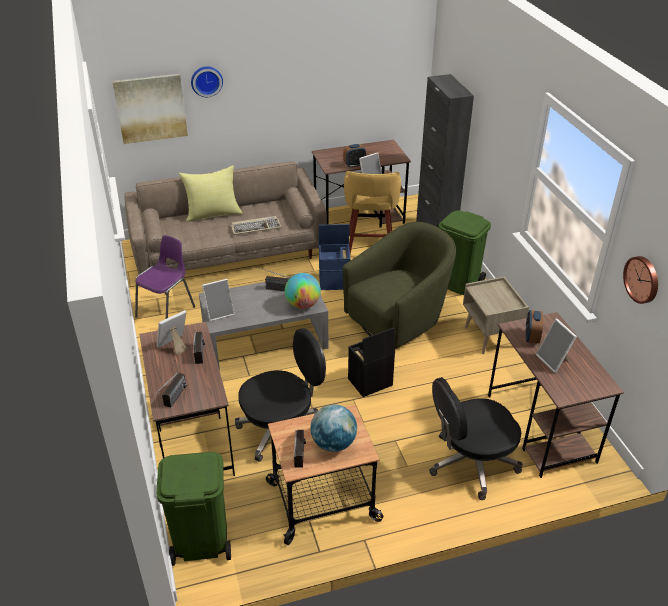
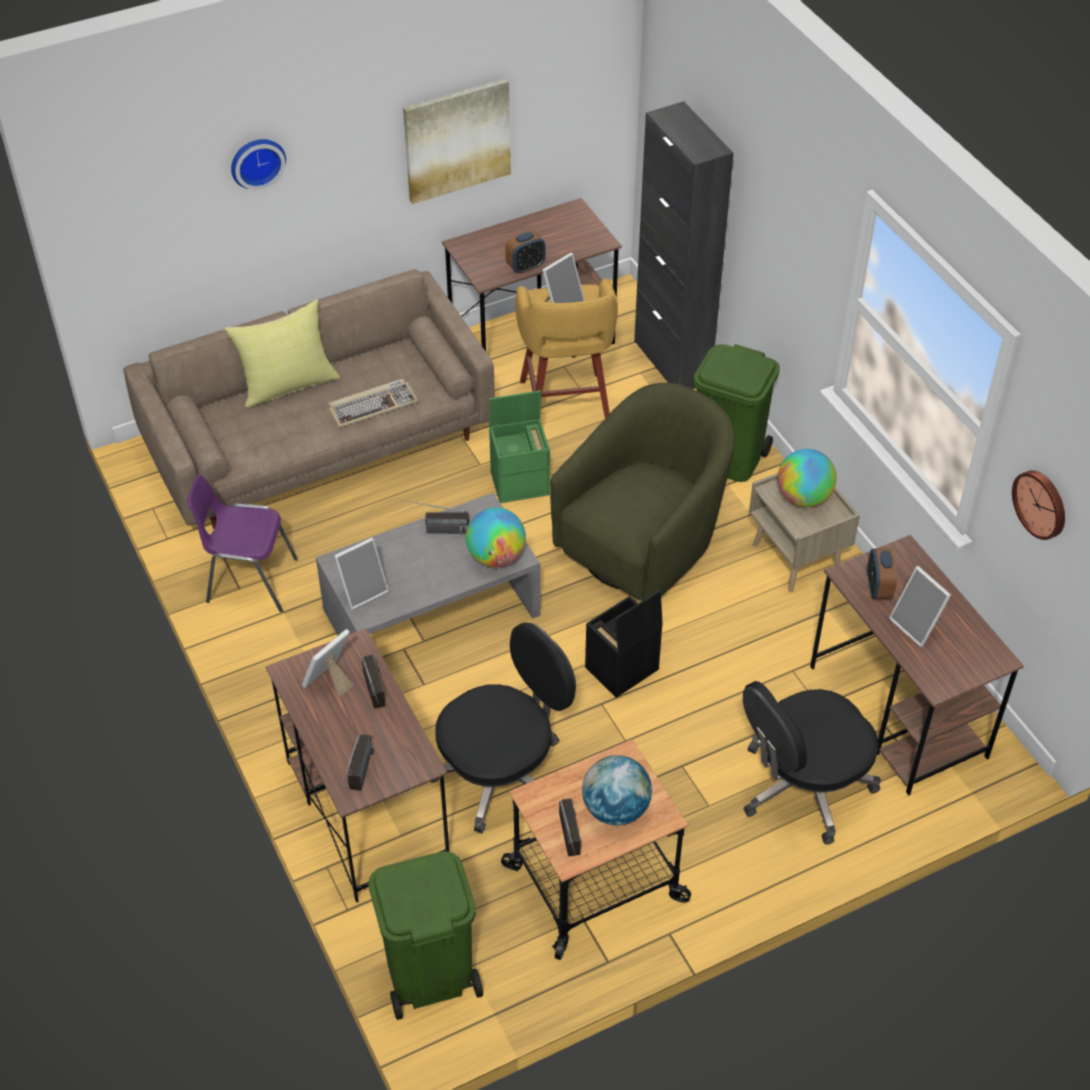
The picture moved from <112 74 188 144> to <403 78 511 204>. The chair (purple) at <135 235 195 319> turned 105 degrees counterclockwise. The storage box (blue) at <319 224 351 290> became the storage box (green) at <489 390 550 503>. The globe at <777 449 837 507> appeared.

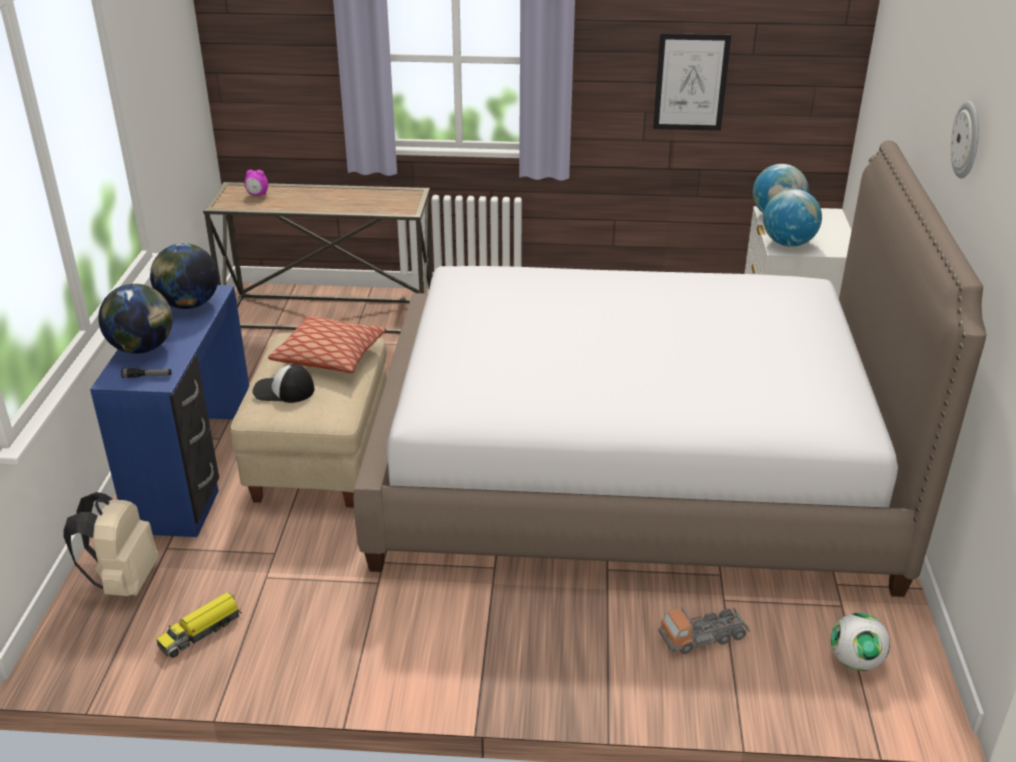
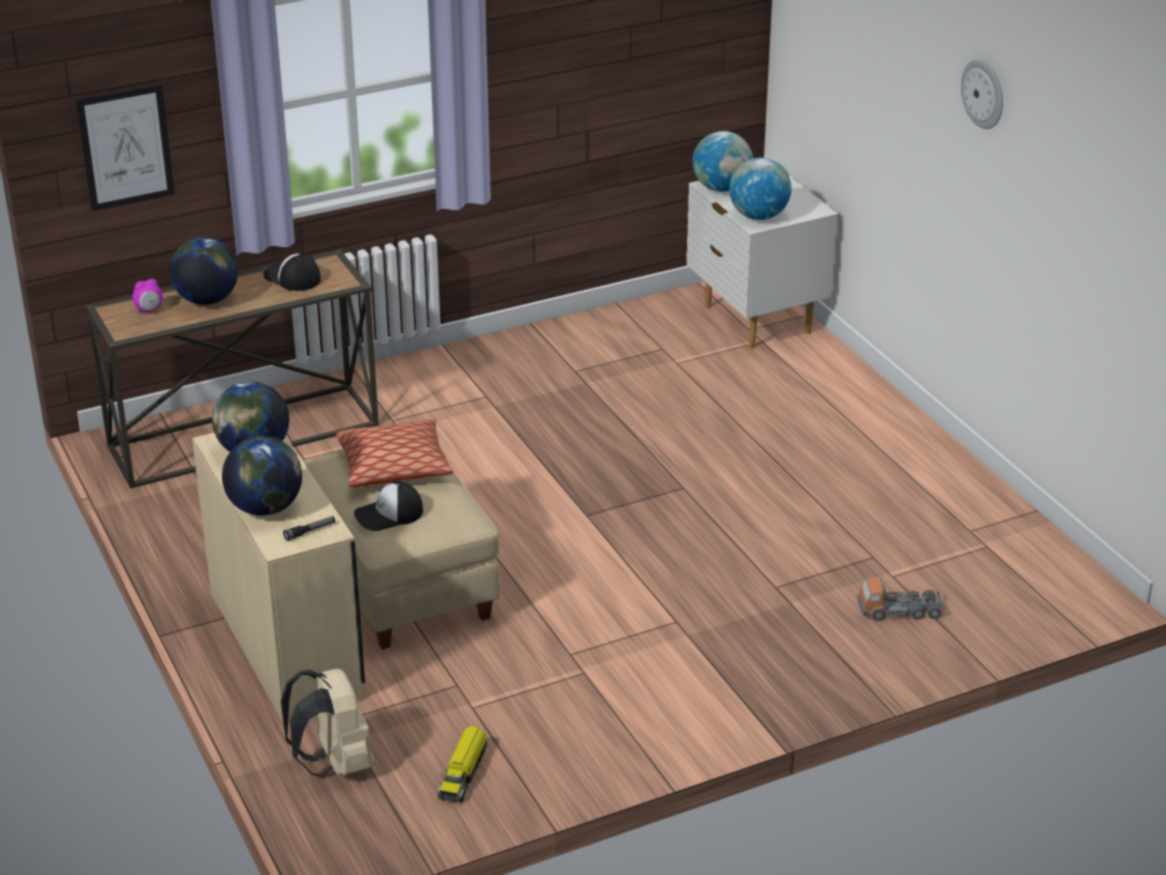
The desk (blue) at <90 285 249 538> became the desk (beige) at <192 433 365 724>. The bed at <353 140 986 597> disappeared. The picture moved from <653 33 731 131> to <76 84 175 211>. The toy truck at <658 606 750 654> turned 45 degrees clockwise. The football at <831 613 890 671> disappeared. The globe at <170 237 238 305> appeared. The cap at <263 253 321 291> appeared.

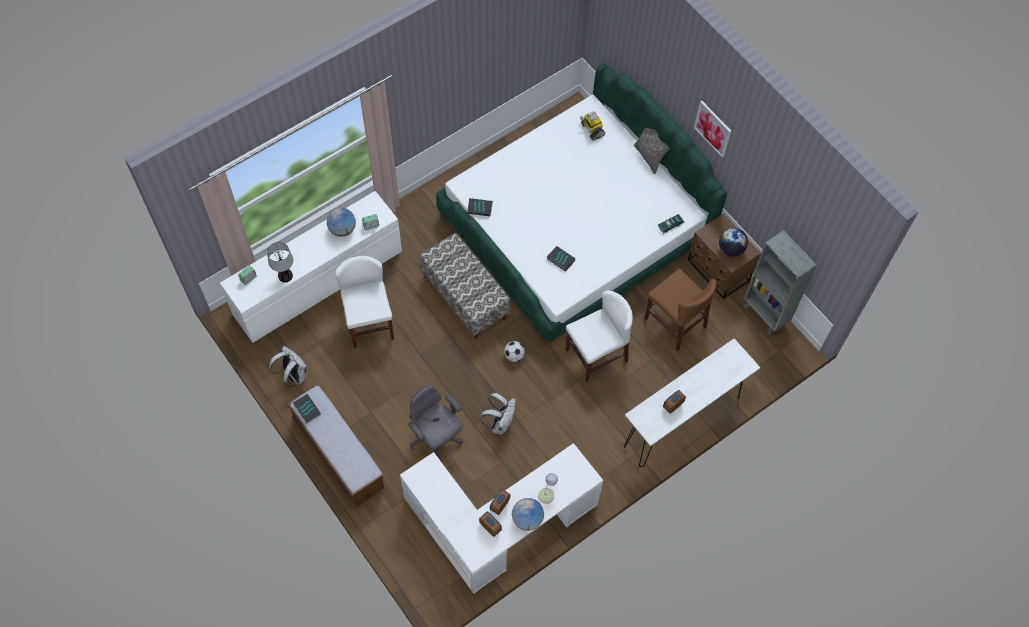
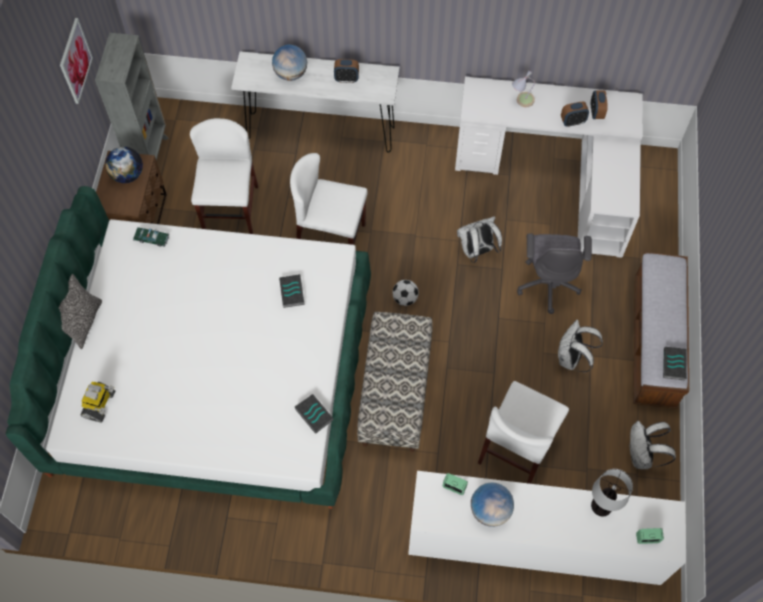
The globe moved from <512 498 544 531> to <272 45 307 81>. The chair (brown) at <645 269 717 351> became the chair (white) at <190 118 258 234>. The picture moved from <694 101 731 158> to <60 18 93 104>. The backpack (white) at <558 320 603 372> appeared.

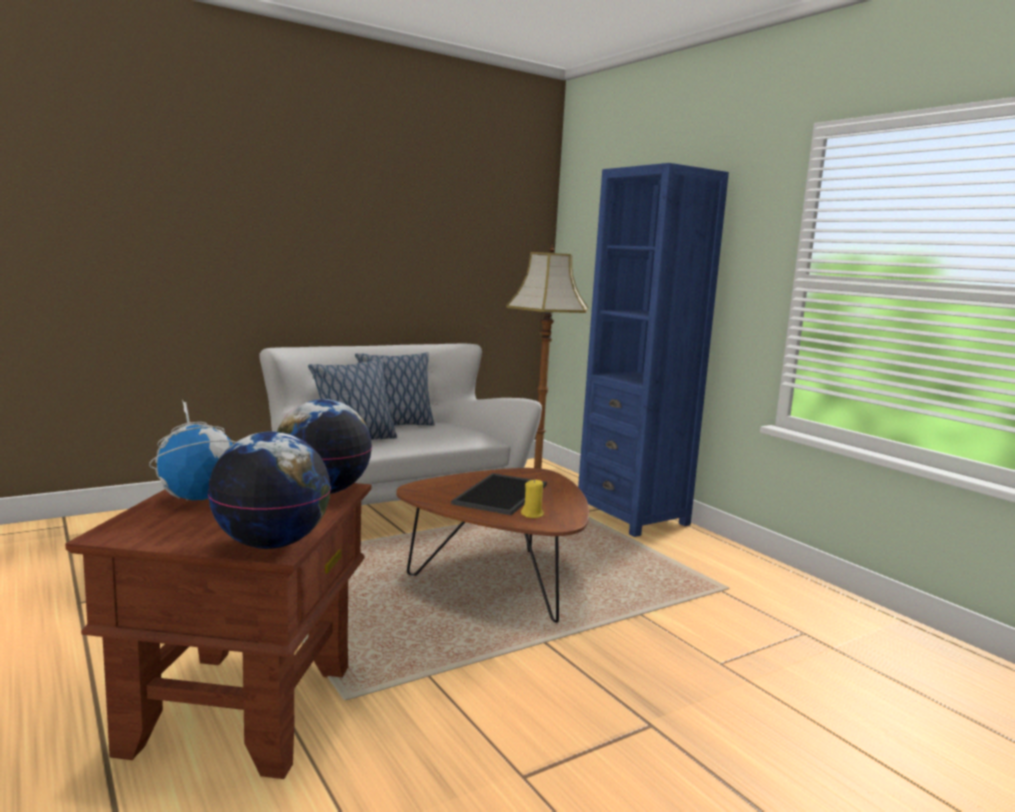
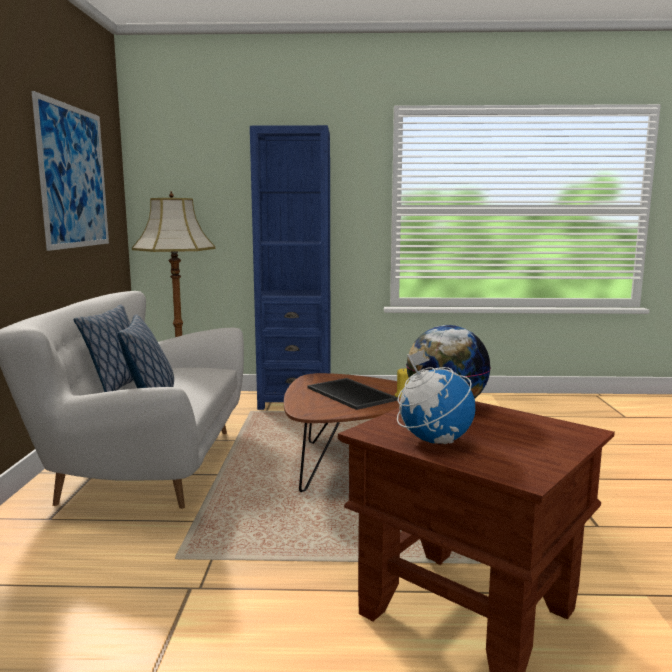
The globe at <208 431 331 549> disappeared. The picture at <32 91 109 251> appeared.

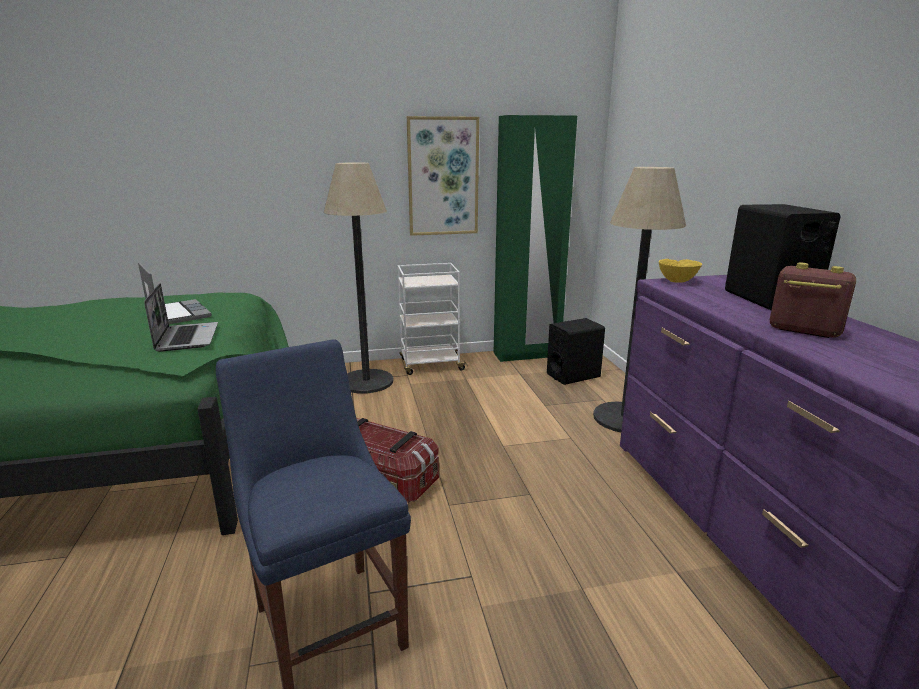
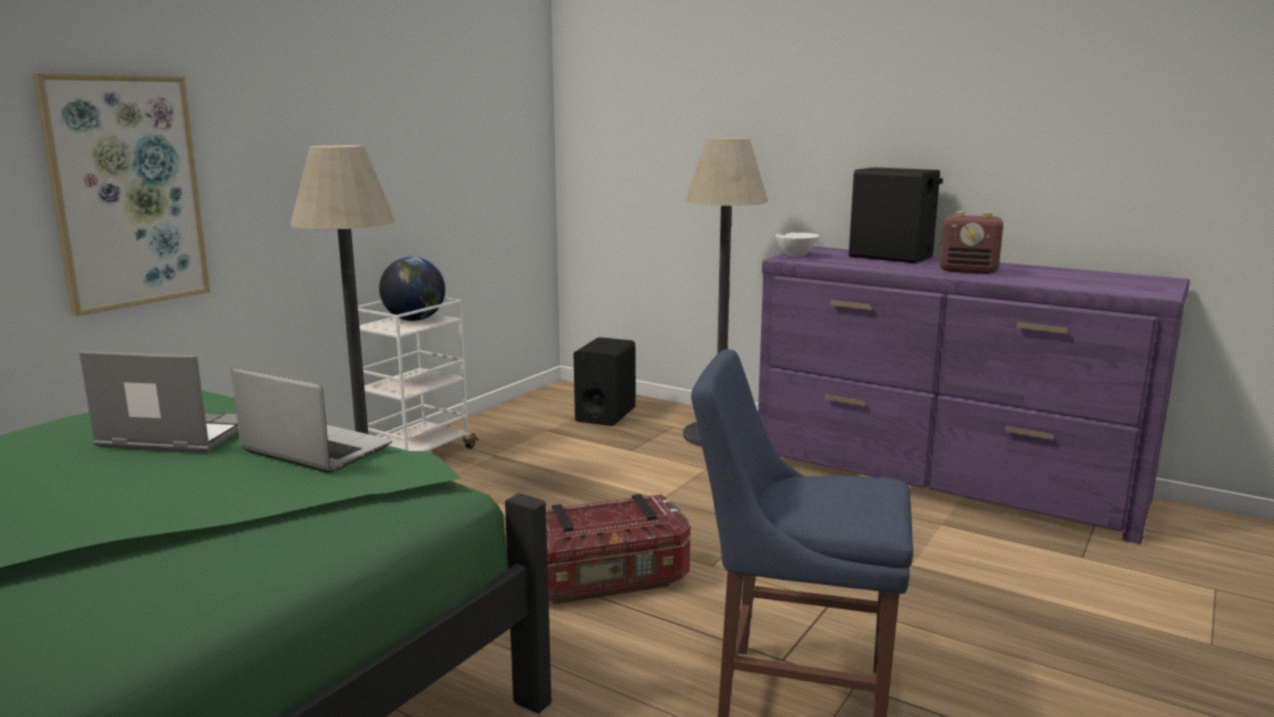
The picture moved from <407 116 479 236> to <33 73 210 316>. The wardrobe (green) at <494 115 577 362> disappeared. The bowl (yellow) at <659 259 702 283> became the bowl (white) at <775 233 819 257>. The radio at <770 263 856 338> turned 150 degrees counterclockwise. The globe at <379 257 445 321> appeared.

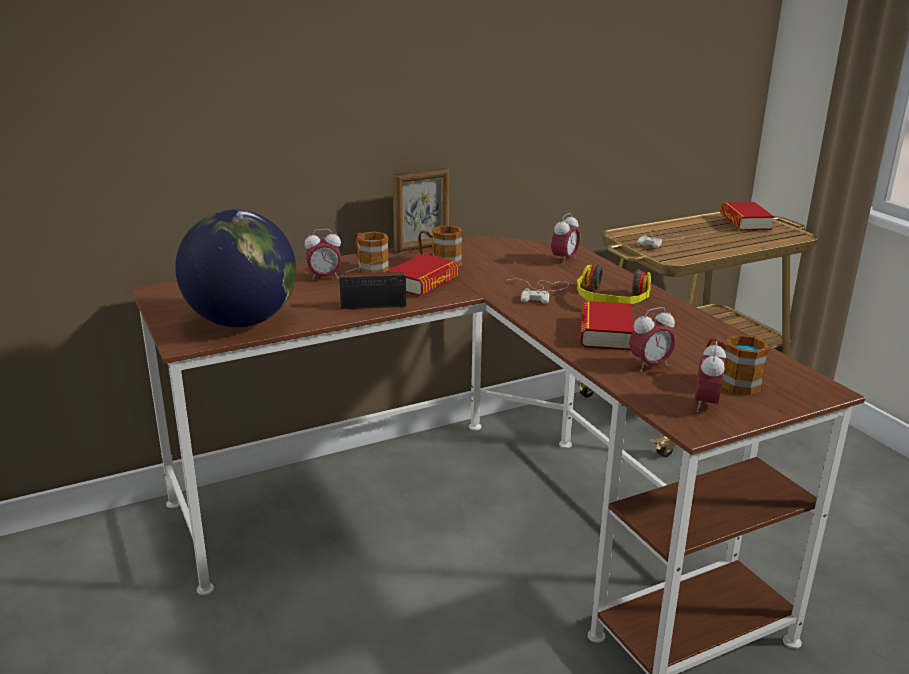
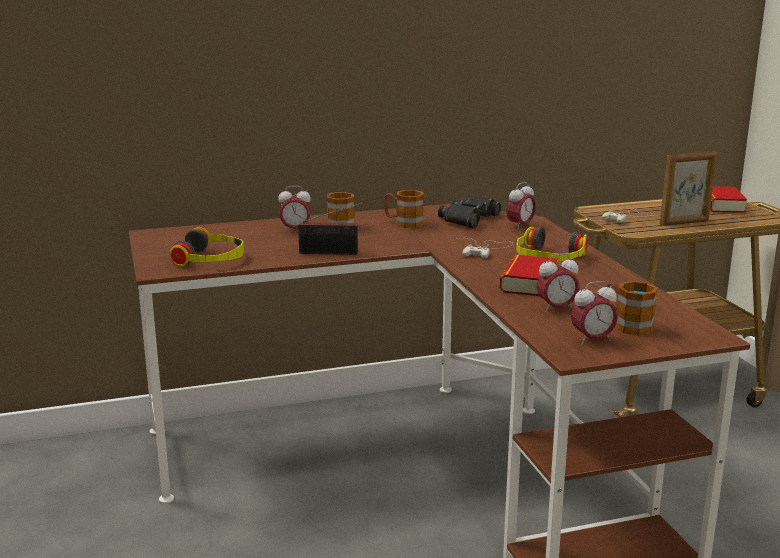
The globe at <175 210 296 327> was replaced by the headphones at <169 227 244 267>. The book at <386 254 459 296> disappeared. The picture frame moved from <393 168 449 252> to <660 151 717 226>. The alarm clock at <695 341 726 412> turned 135 degrees counterclockwise. The binoculars (black) at <438 195 501 228> appeared.

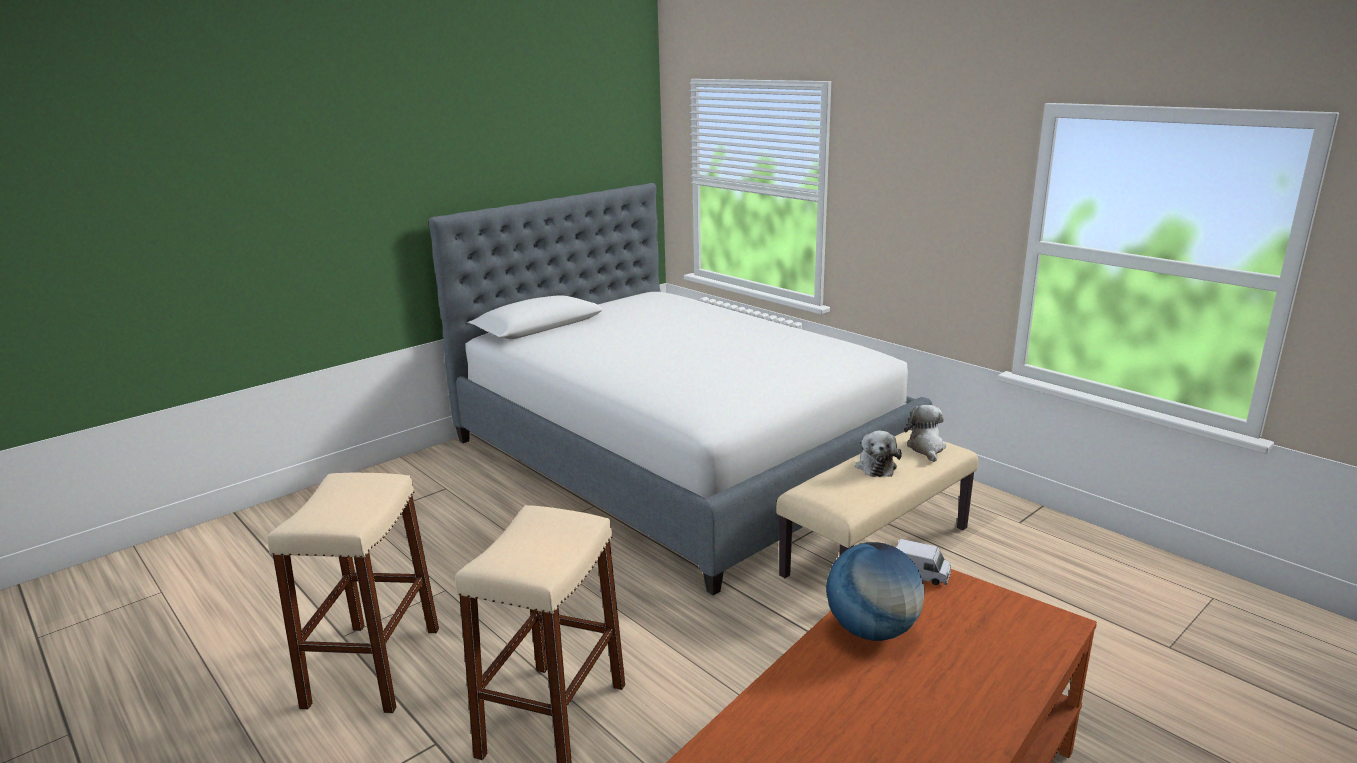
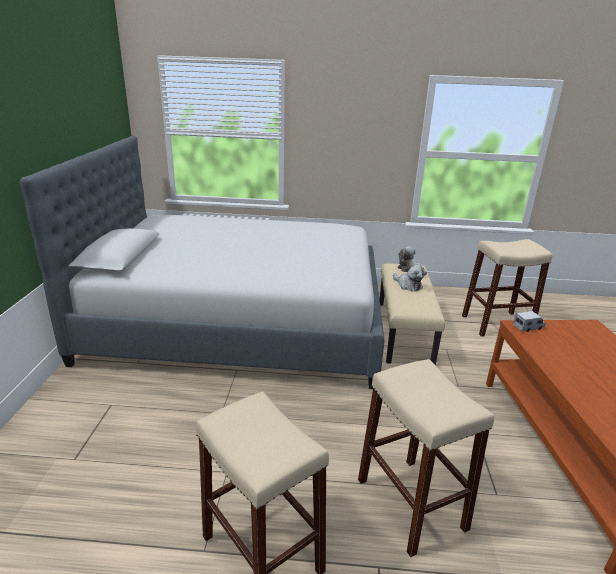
The globe at <826 542 925 641> disappeared. The stool (beige) at <462 239 553 337> appeared.

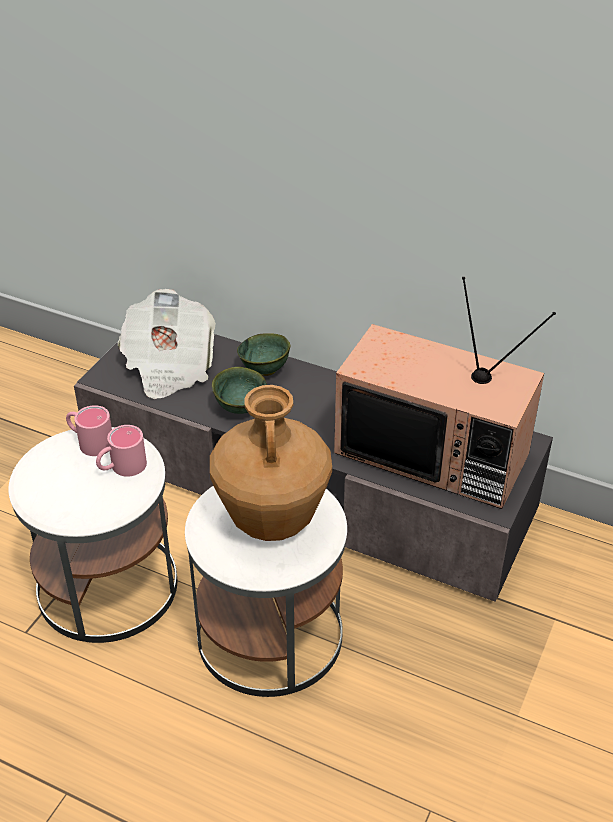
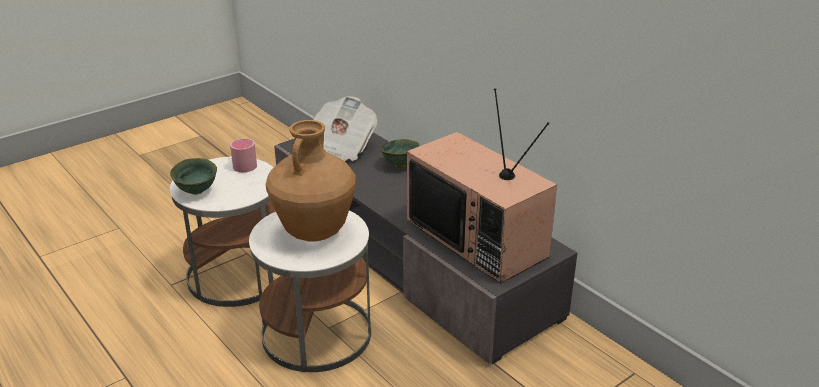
The mug (pink) at <96 425 147 477> disappeared. The bowl (green) moved from <212 367 267 414> to <170 158 217 195>.

